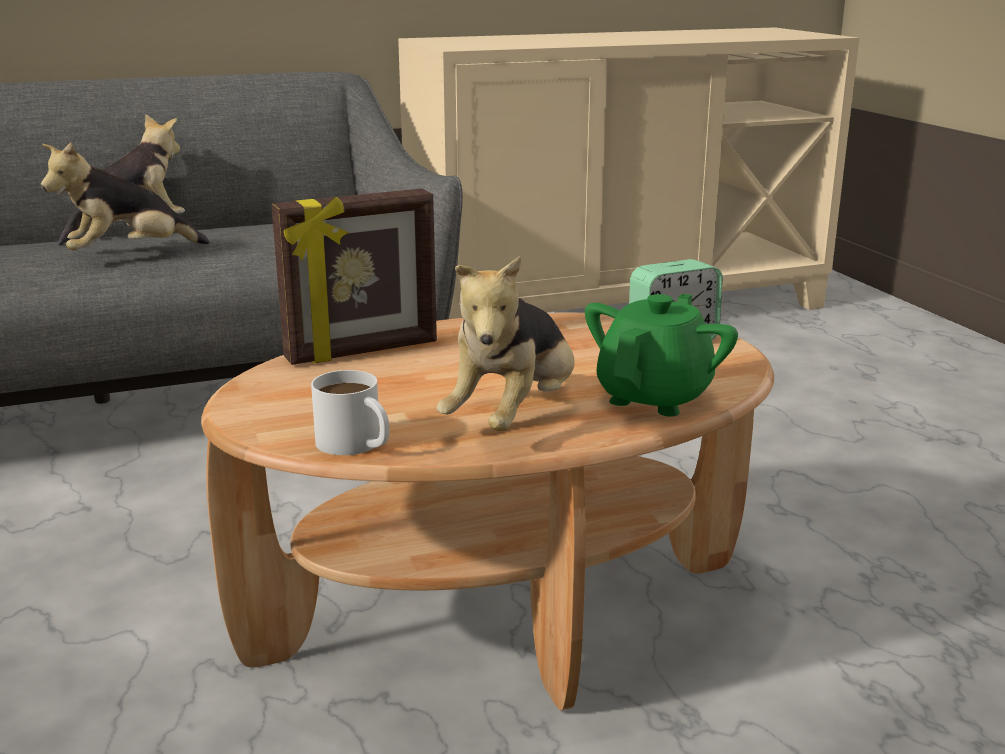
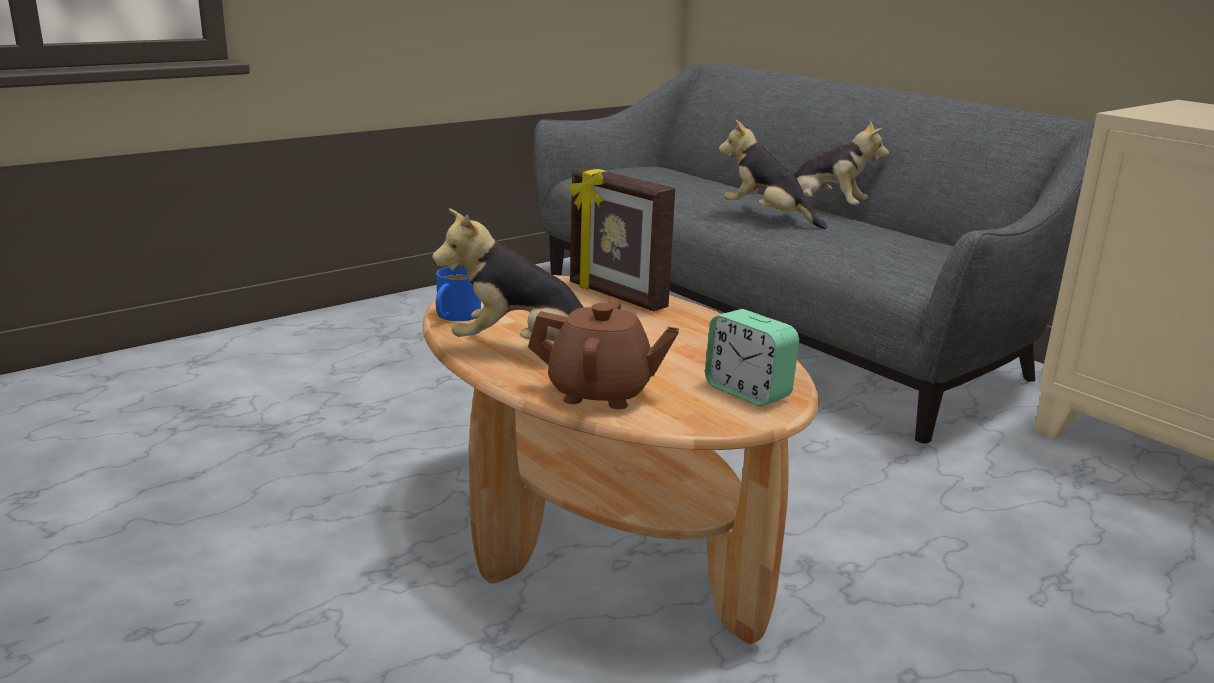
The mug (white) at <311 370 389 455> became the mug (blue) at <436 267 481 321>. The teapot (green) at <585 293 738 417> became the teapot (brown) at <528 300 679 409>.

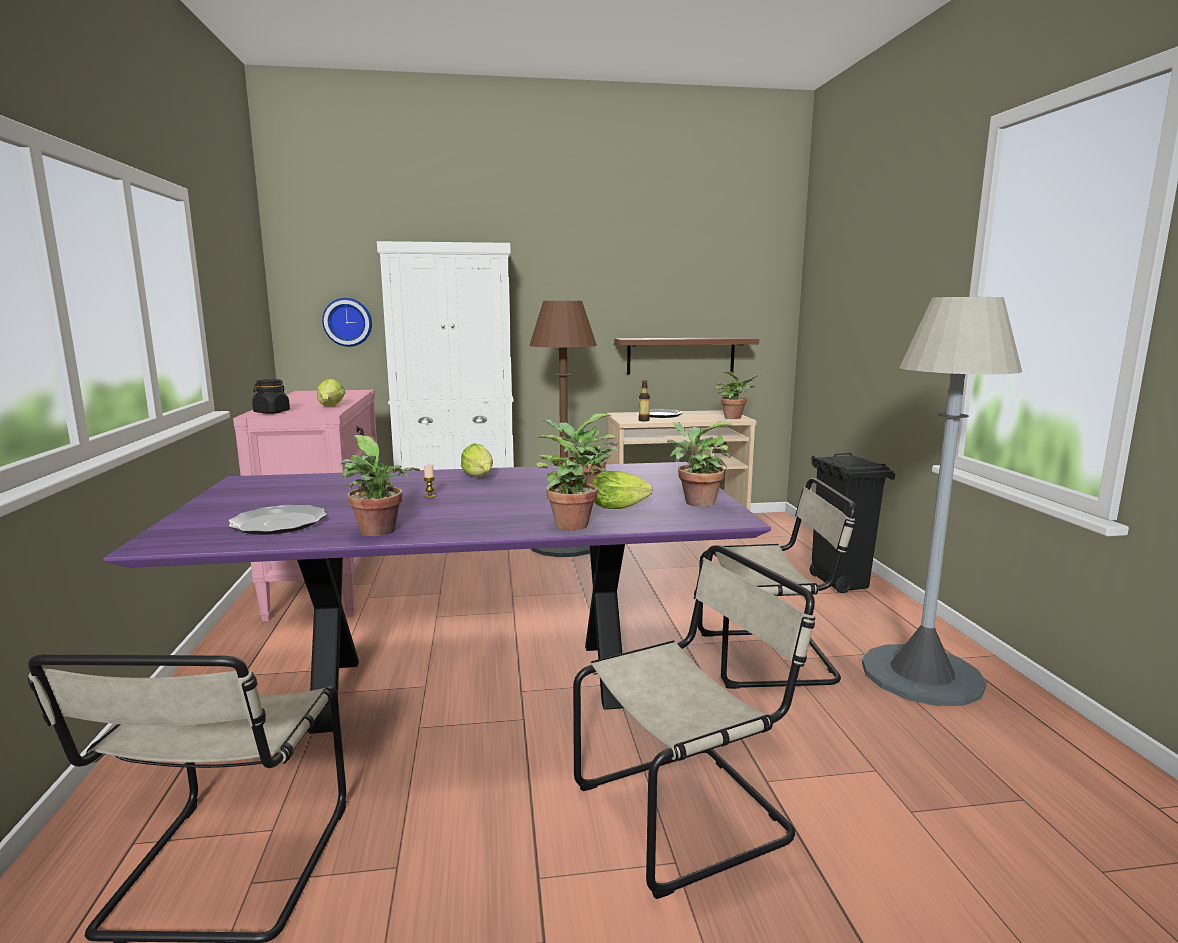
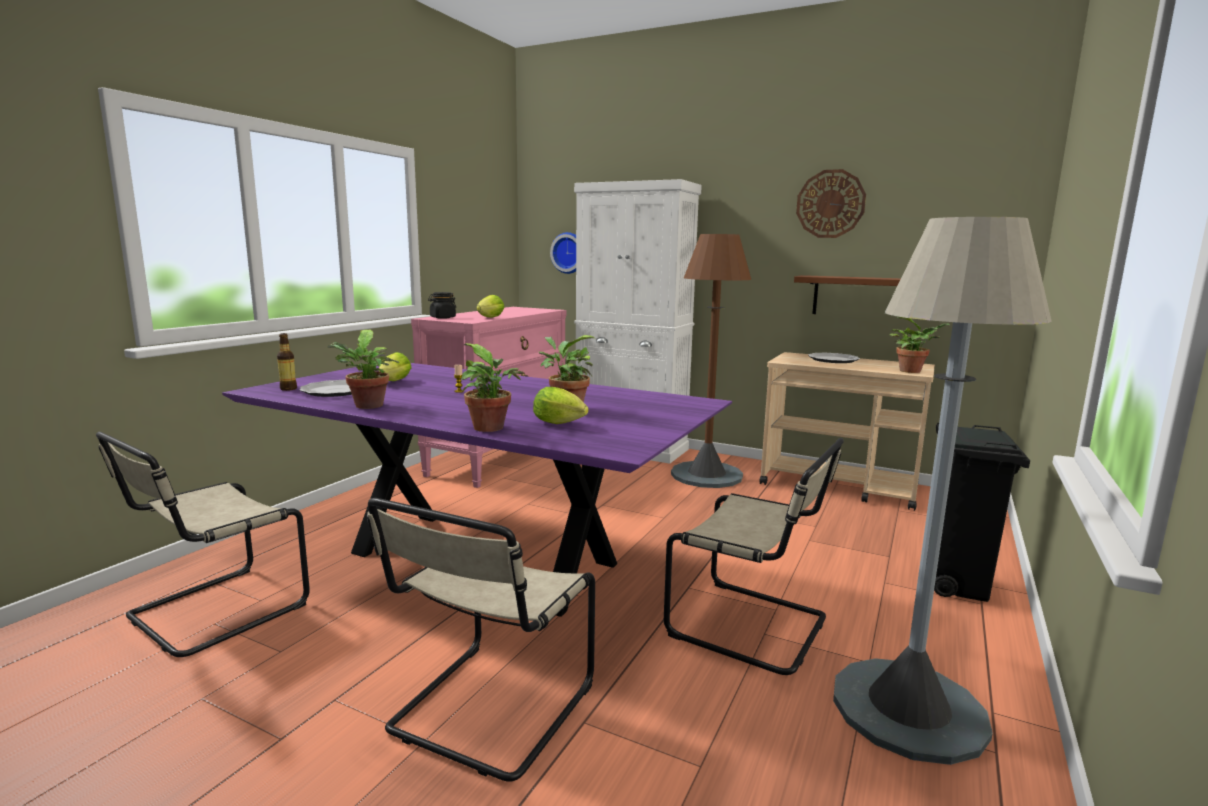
The lettuce moved from <461 443 493 477> to <379 352 412 381>. The chair (beige) at <573 545 815 899> turned 105 degrees clockwise. The bottle moved from <638 380 650 421> to <277 333 297 391>. The potted plant at <667 421 734 507> disappeared. The wall clock at <796 169 866 238> appeared.

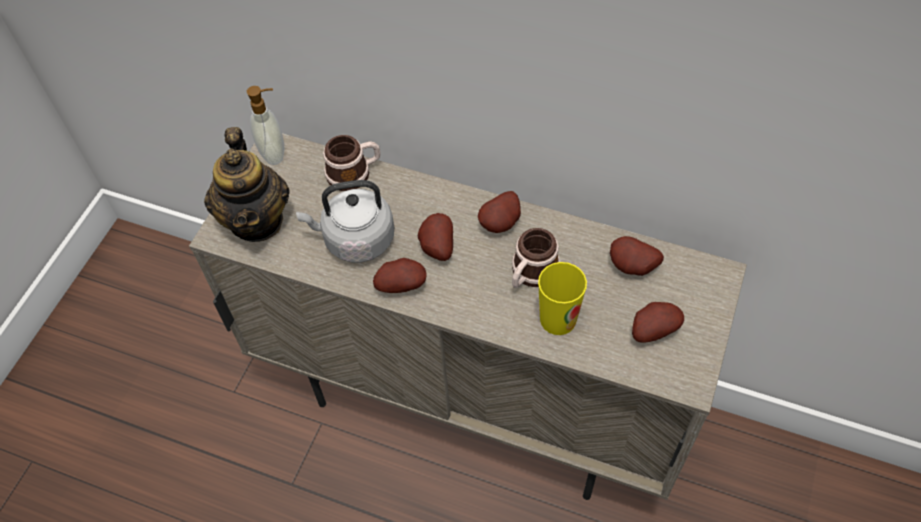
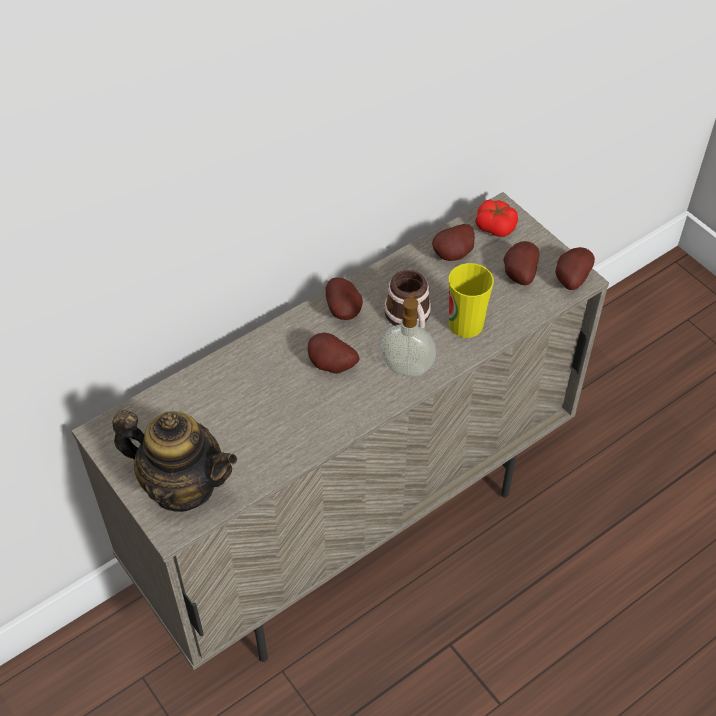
The soap dispenser moved from <247 86 284 165> to <380 291 436 377>. The kettle (grey) at <296 180 394 262> disappeared. The mug at <323 135 381 191> disappeared. The potato moved from <373 258 427 293> to <556 247 595 290>. The tomato at <475 199 518 237> appeared.

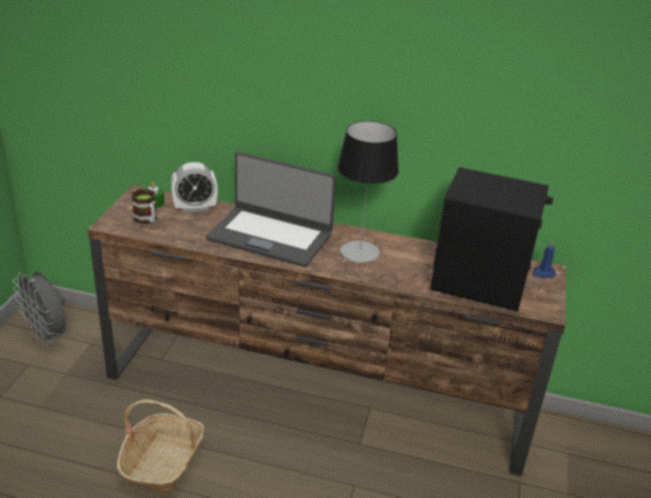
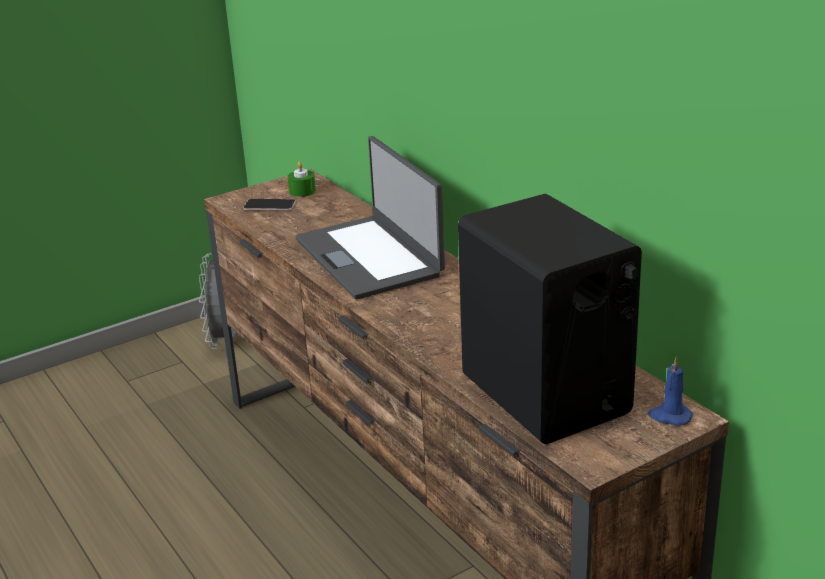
The basket at <117 399 204 494> disappeared. The mug at <132 189 157 224> was replaced by the phone at <243 199 296 211>. The alarm clock at <171 162 218 212> disappeared. The table lamp at <337 121 399 262> disappeared.

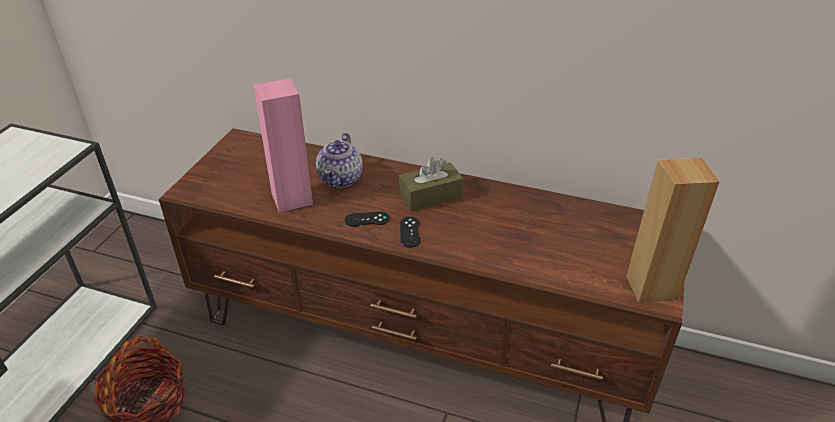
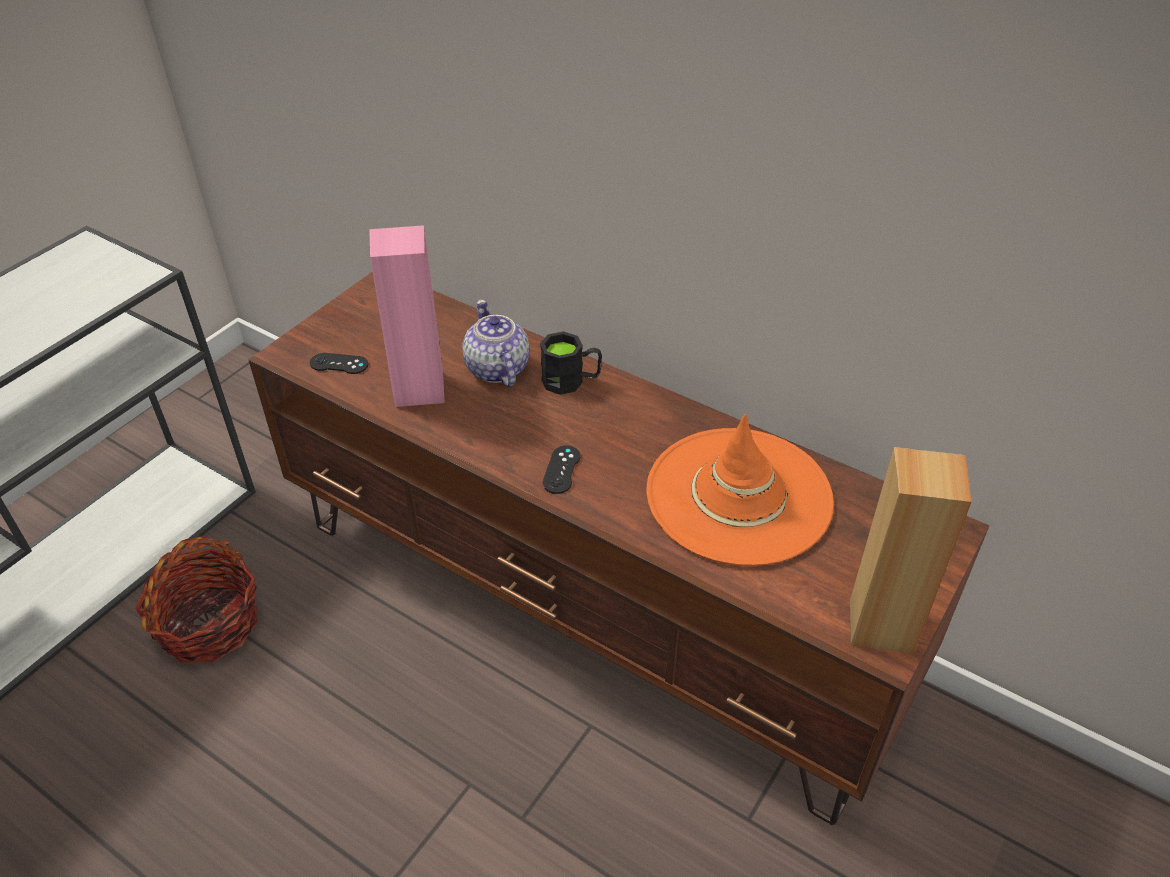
The teapot at <316 133 363 188> turned 135 degrees clockwise. The game controller (black) moved from <345 212 390 227> to <310 353 369 374>. The tissue box (brown) at <399 157 463 211> disappeared. The mug (black) at <540 331 602 395> appeared. The hat (orange) at <647 414 834 566> appeared.

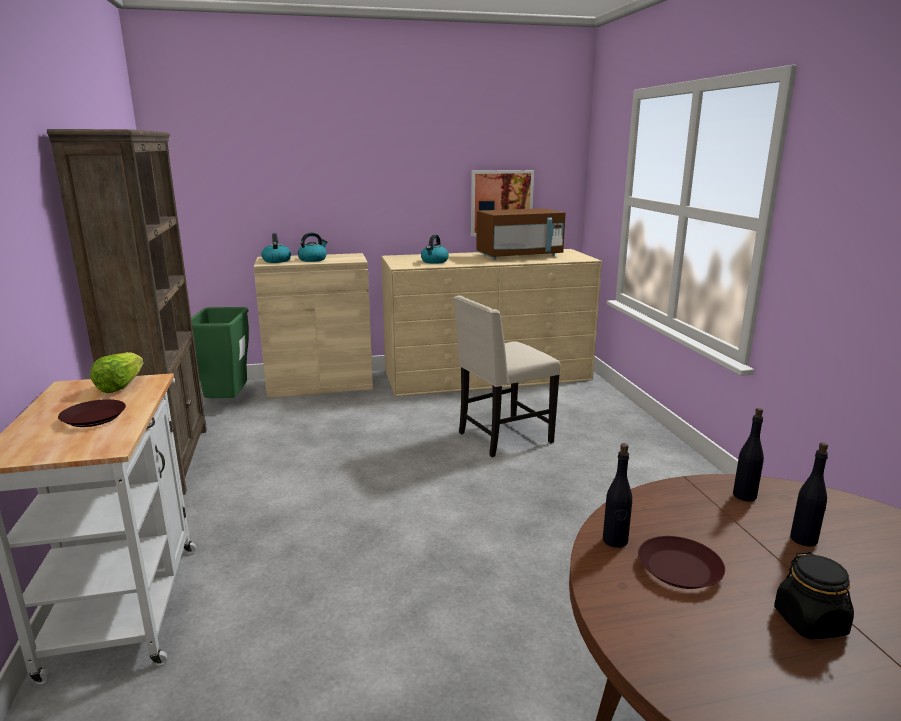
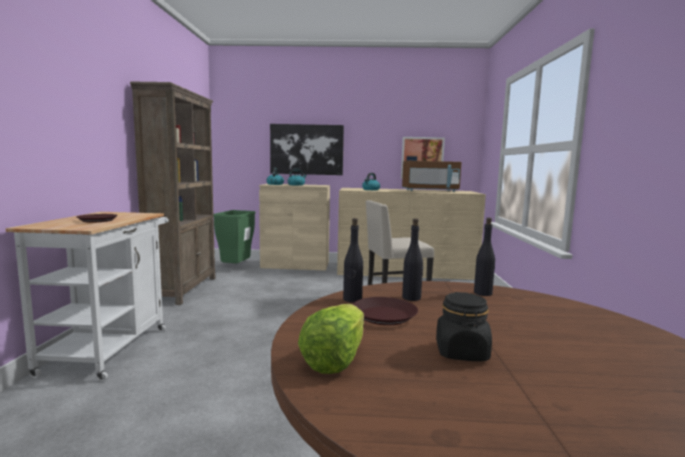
The lettuce moved from <90 352 144 393> to <298 304 364 374>. The bottle (black) moved from <790 442 828 546> to <402 218 423 301>. The picture at <270 124 344 175> appeared.

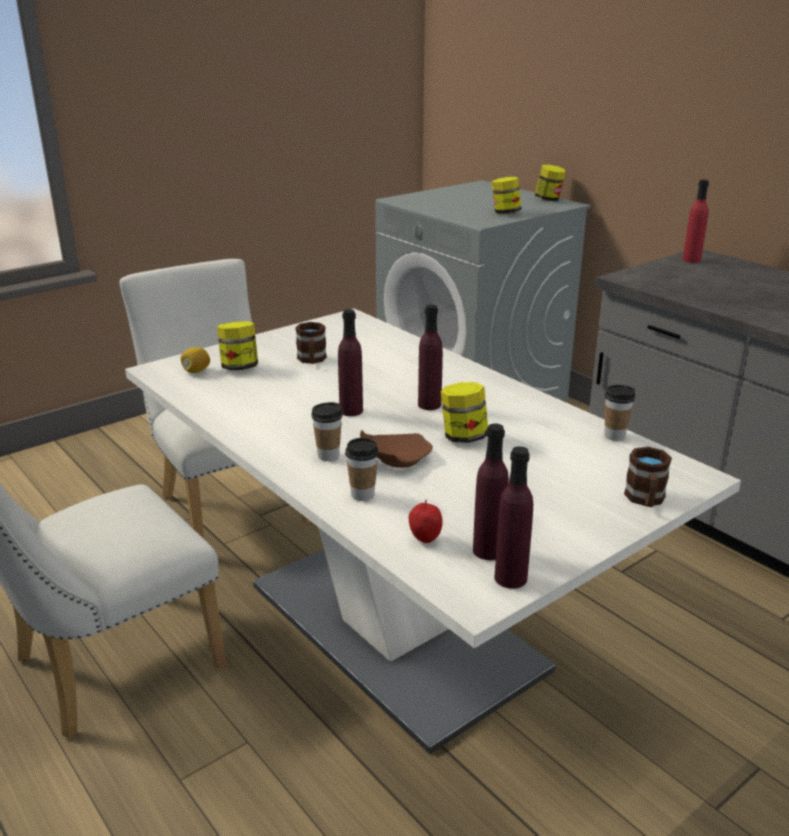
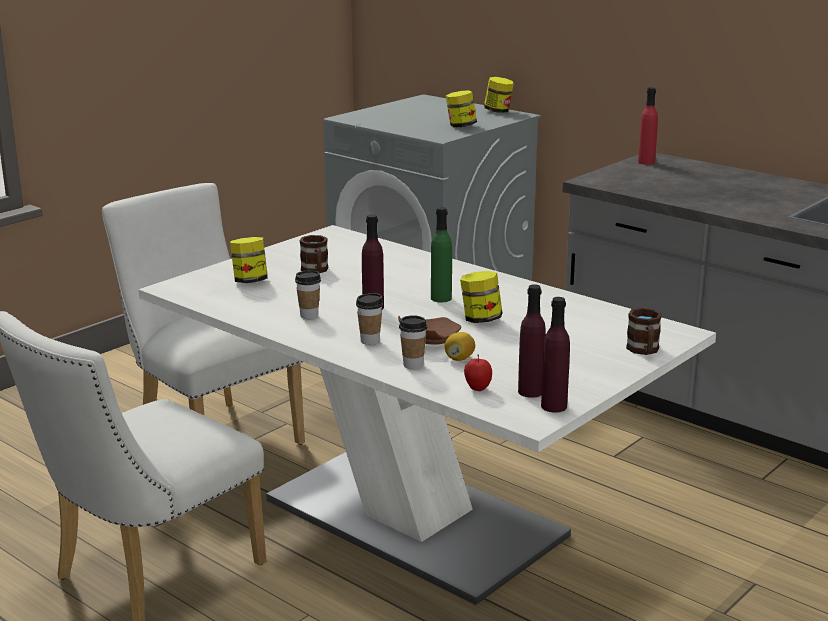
The lemon moved from <181 347 210 373> to <444 332 475 361>. The bottle (purple) at <418 304 443 410> became the bottle (green) at <431 207 452 302>. The cup moved from <604 385 636 441> to <295 271 321 319>.

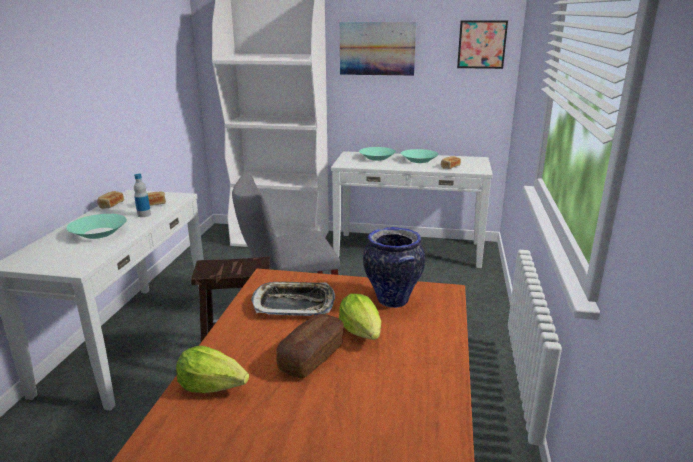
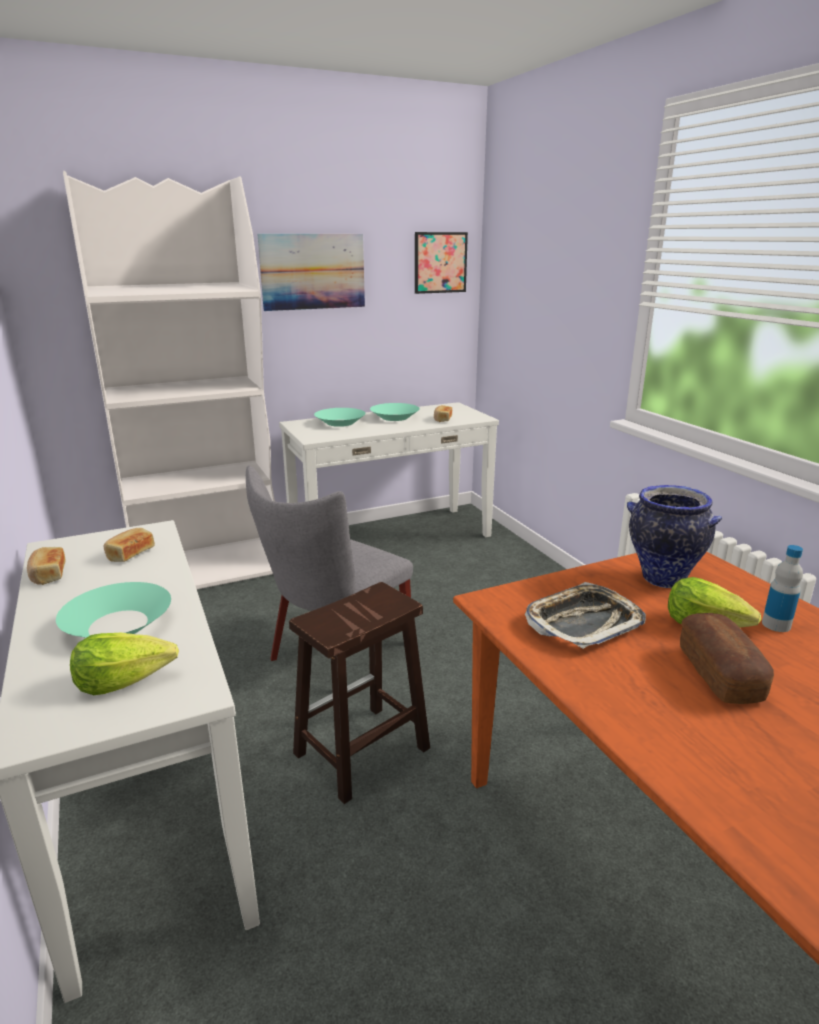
The bottle moved from <134 174 151 217> to <762 545 803 632>. The lettuce moved from <176 346 249 393> to <70 633 179 695>.

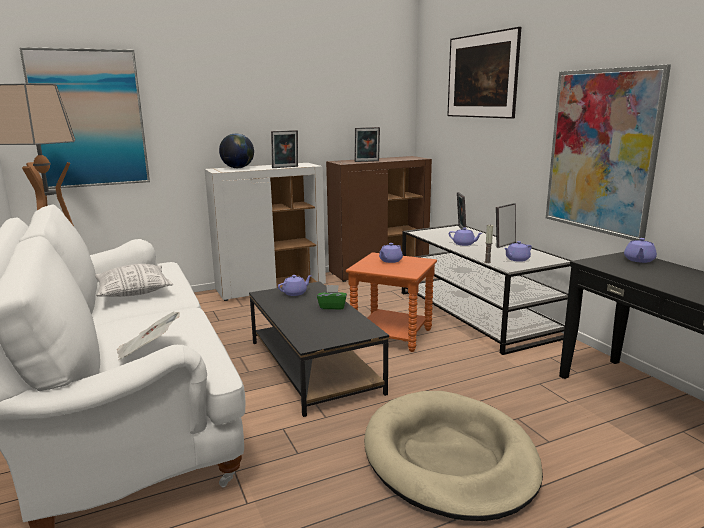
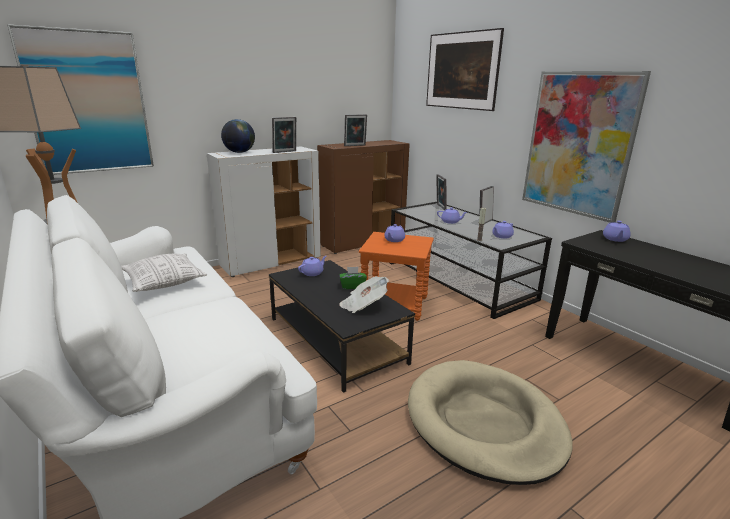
The newspaper moved from <117 311 180 360> to <339 276 389 313>.

